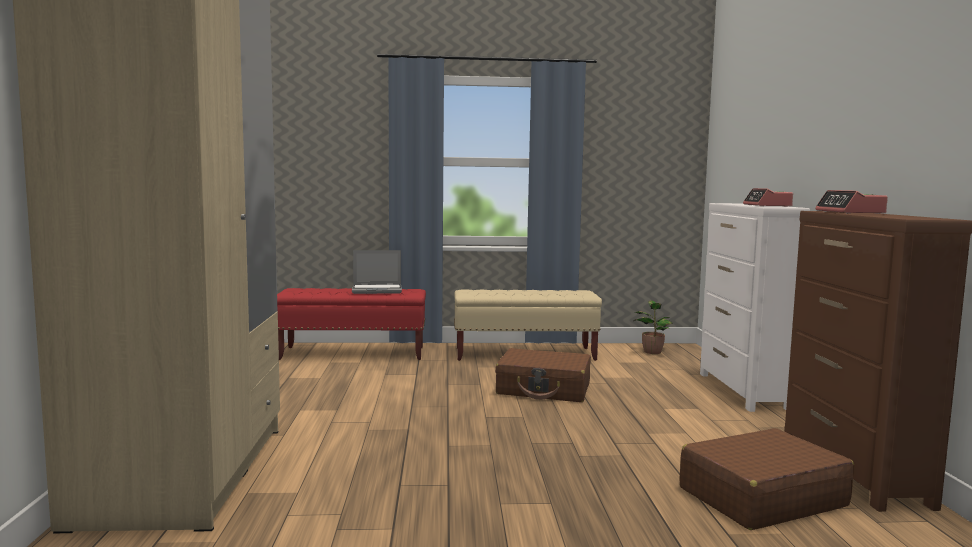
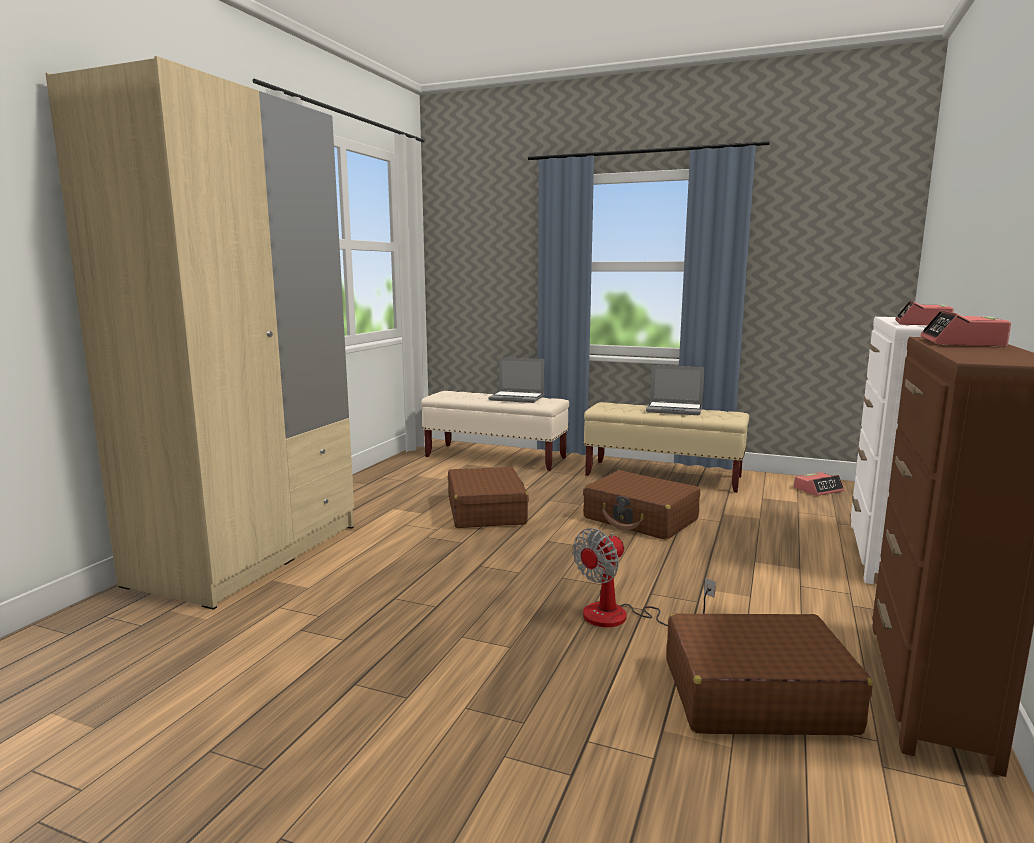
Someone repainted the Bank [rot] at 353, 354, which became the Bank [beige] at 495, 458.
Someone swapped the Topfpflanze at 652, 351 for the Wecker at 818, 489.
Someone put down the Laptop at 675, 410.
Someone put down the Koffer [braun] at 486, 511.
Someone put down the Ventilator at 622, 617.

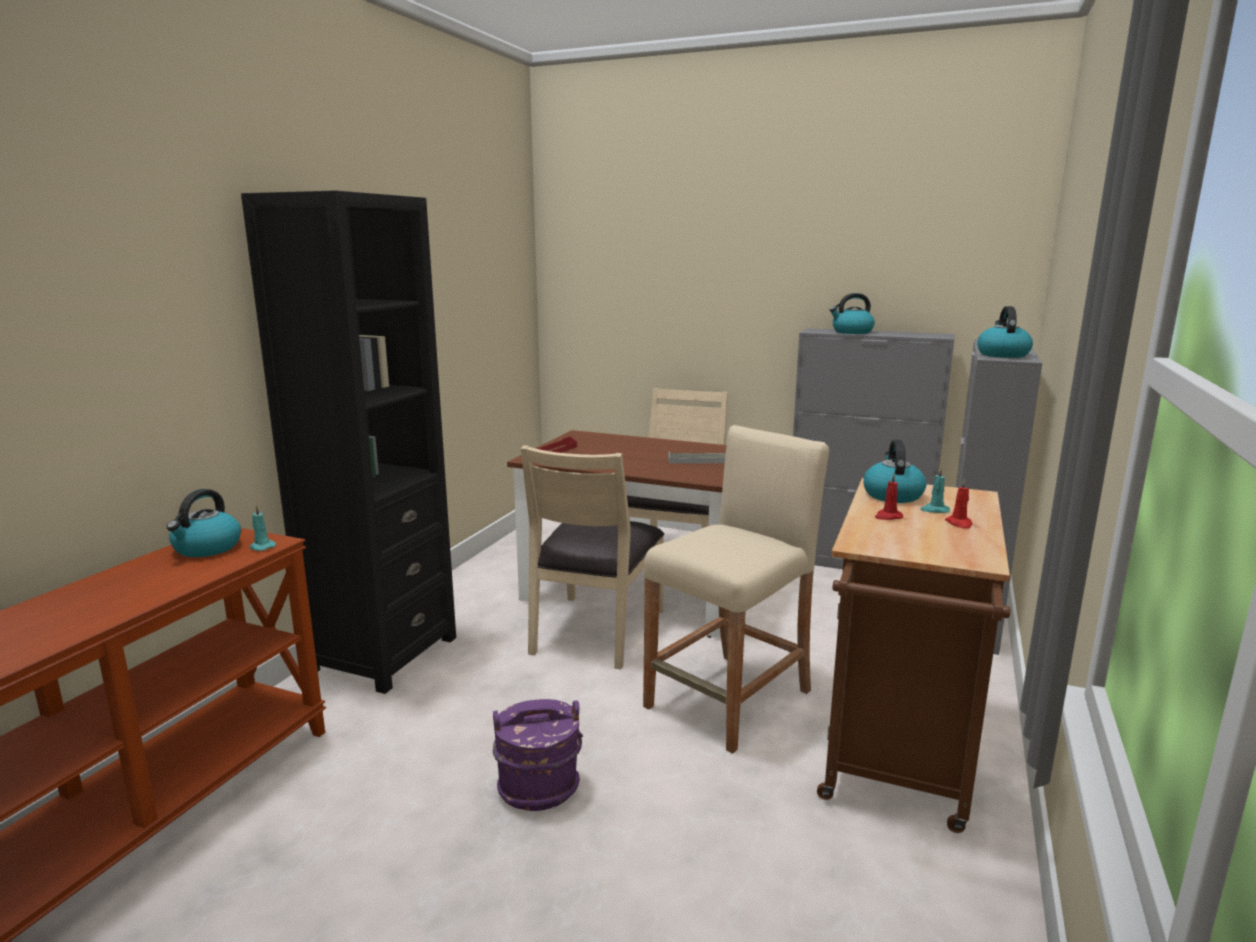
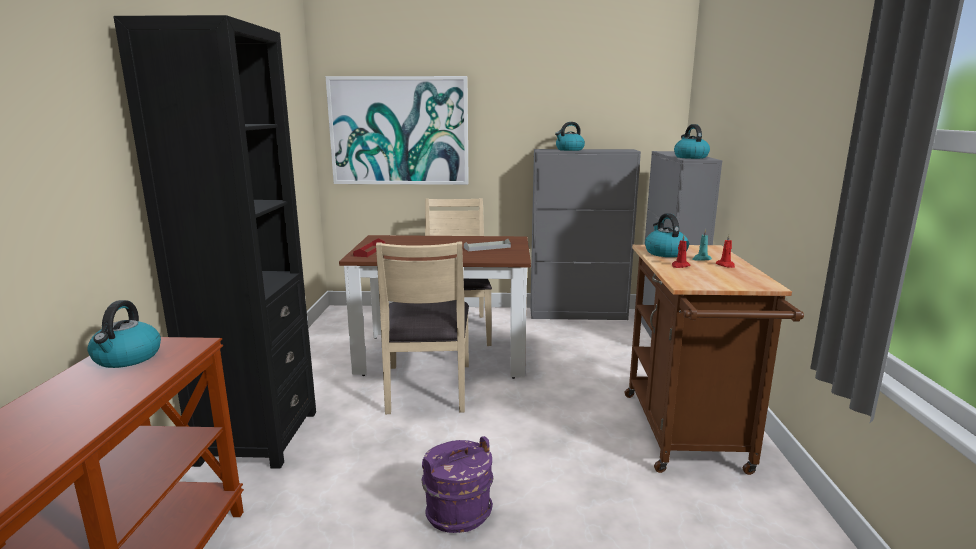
Someone took away the Hocker [beige] at 729, 699.
Someone took away the Kerze [türkis] at 261, 547.
Someone put up the Bild at 399, 131.

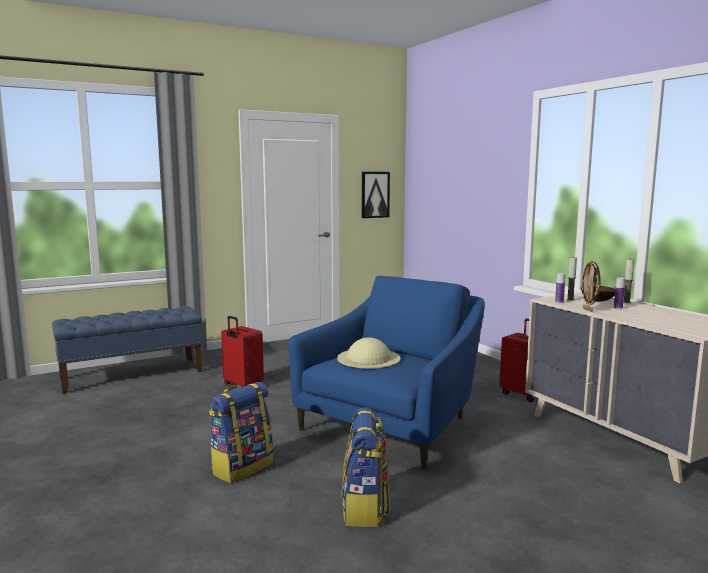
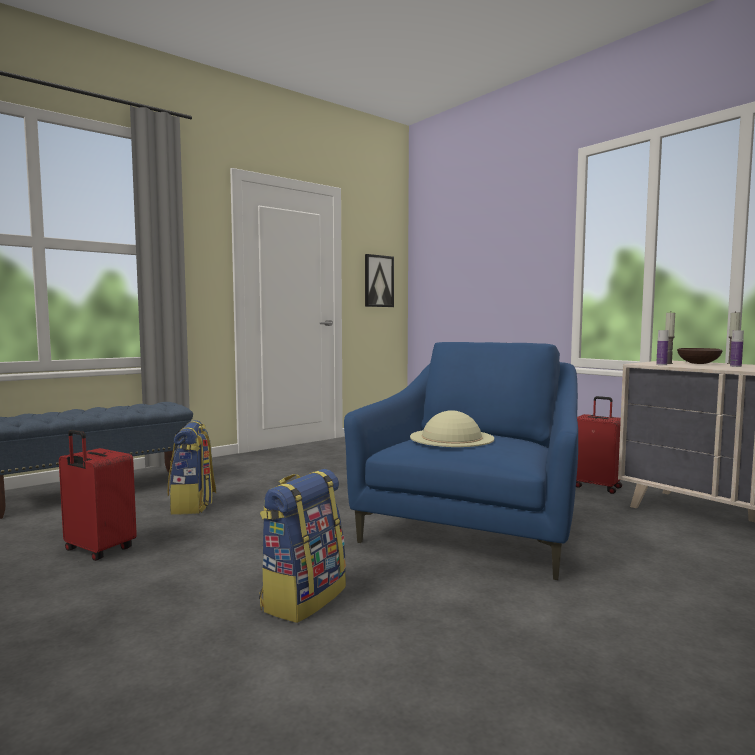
Someone took away the Bilderrahmen at 589, 310.
Someone carried the Koffer [rot] from 242, 385 to 98, 550.
Someone carried the Rucksack from 365, 509 to 193, 505.

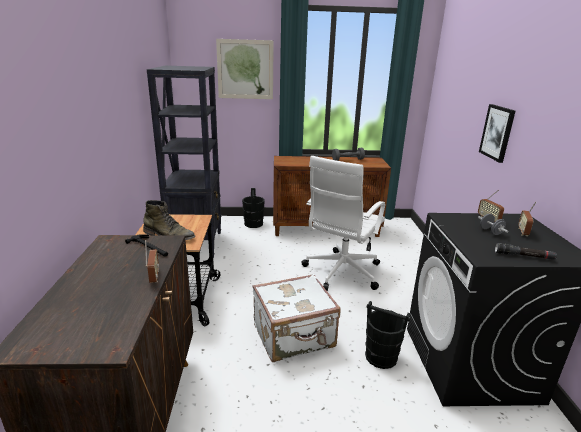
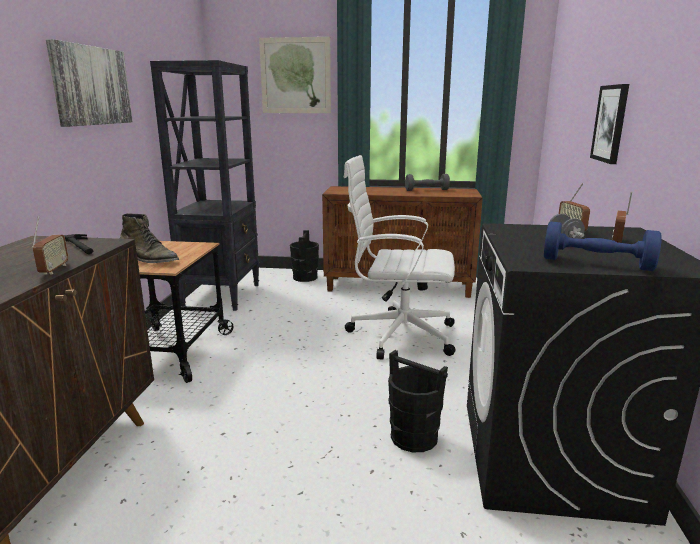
Someone rotated the Bürostuhl [weiß] at 341, 272 by 60 degrees clockwise.
Someone swapped the Taschenlampe [schwarz] at 524, 256 for the Hantel [blau] at 596, 264.
Someone took away the Koffer [weiß] at 294, 337.
Someone put up the Bild at 91, 86.

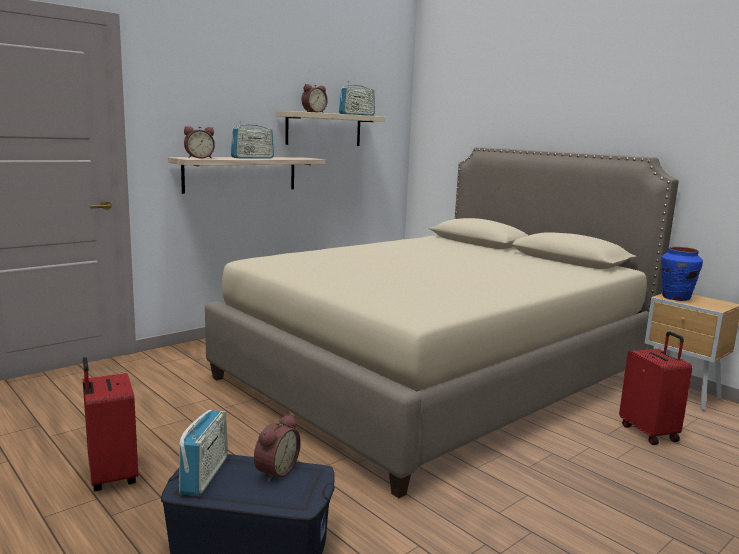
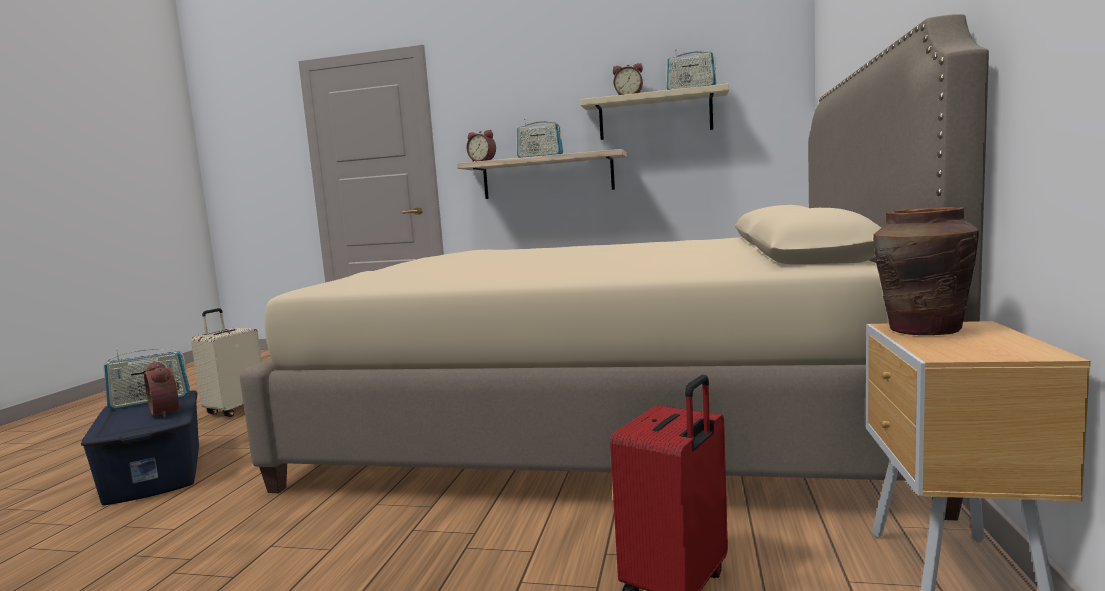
Someone repainted the Vase [blau] at 675, 298, which became the Vase [braun] at 923, 330.
Someone repainted the Koffer [rot] at 111, 477, which became the Koffer [beige] at 235, 409.
Someone rotated the Wecker at 274, 471 by 60 degrees clockwise.

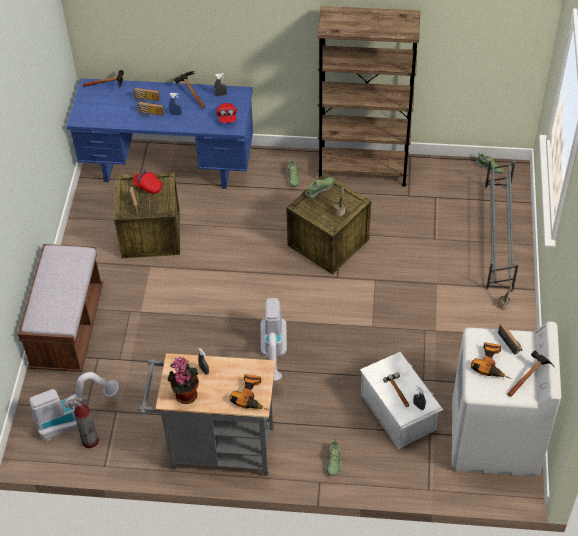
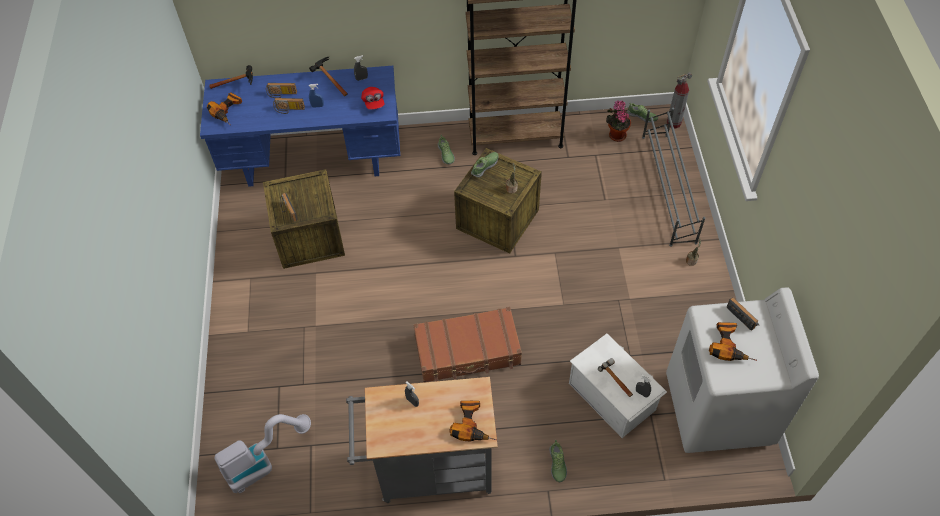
Someone took away the Kappe [rot] at 148, 187.
Someone took away the Bank [braun] at 68, 329.
Someone swapped the Staubsauger at 274, 354 for the Koffer [braun] at 468, 351.
Someone took away the Hammer at 530, 376.
Someone carried the Topfpflanze from 185, 394 to 616, 134.
Someone carried the Feuerlöscher from 90, 441 to 674, 123.
Someone put down the Bohrmaschine at 228, 111.

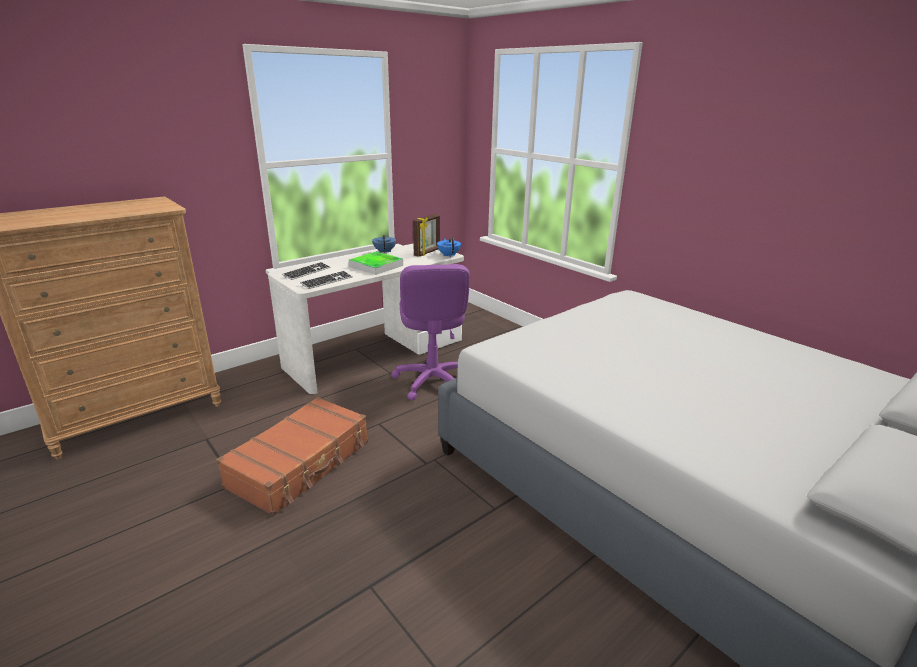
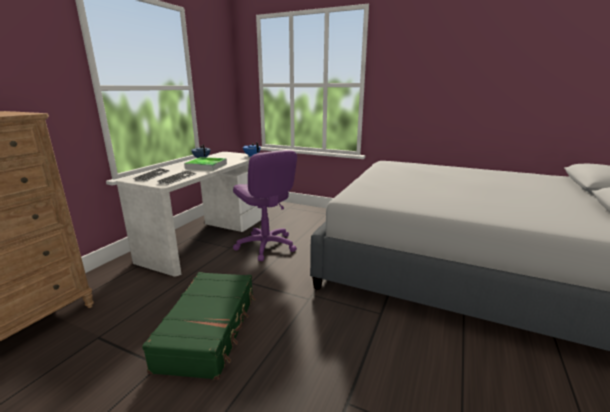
Someone took away the Bilderrahmen at 427, 252.
Someone repainted the Koffer [braun] at 301, 464, which became the Koffer [grün] at 209, 330.

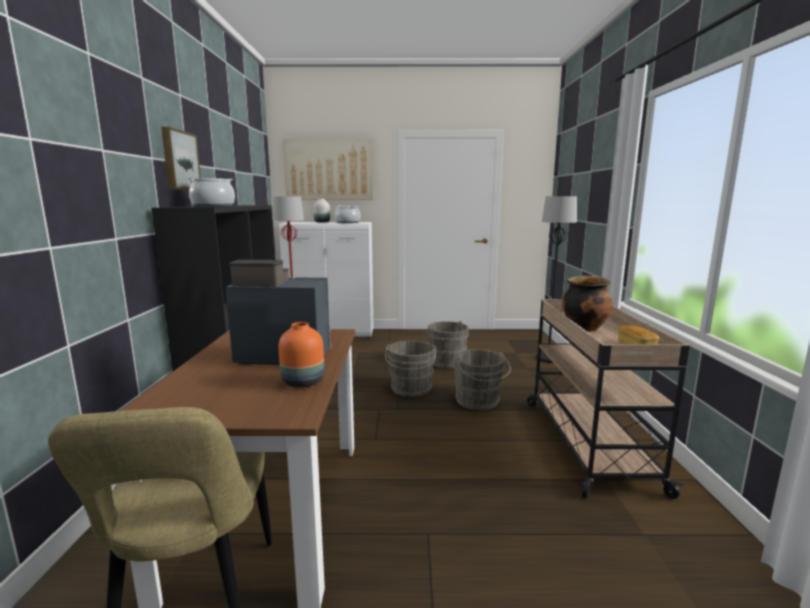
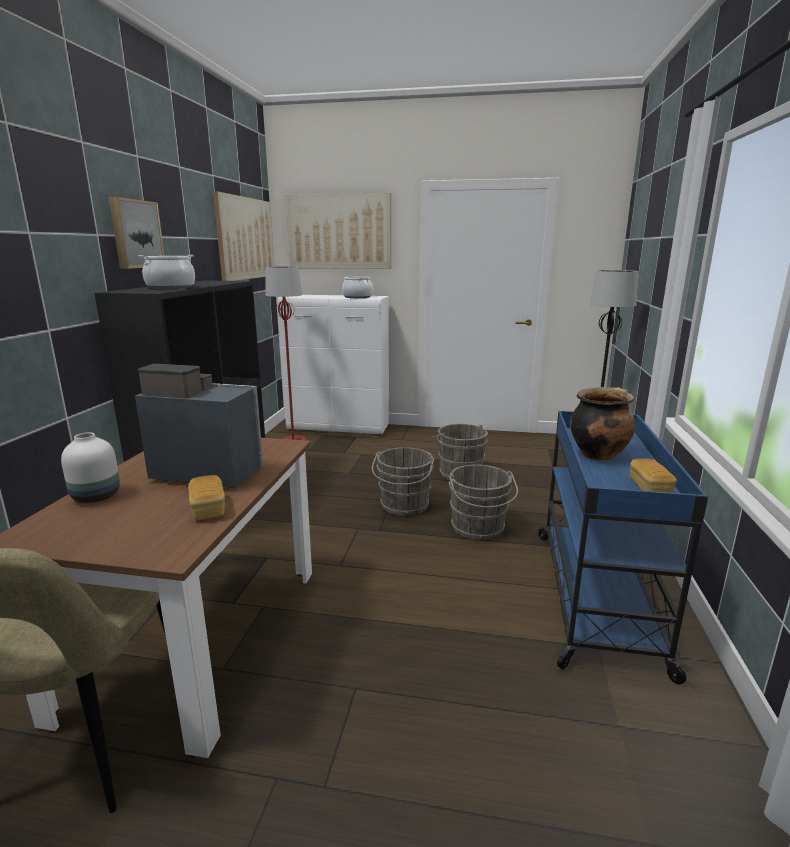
Someone carried the Vase [weiß] from 322, 222 to 97, 497.
Someone repainted the Rollwagen [beige] at 587, 441, which became the Rollwagen [blau] at 595, 594.
Someone swapped the Vase [orange] at 303, 381 for the Brot at 208, 509.
Someone put up the Bild at 246, 238.

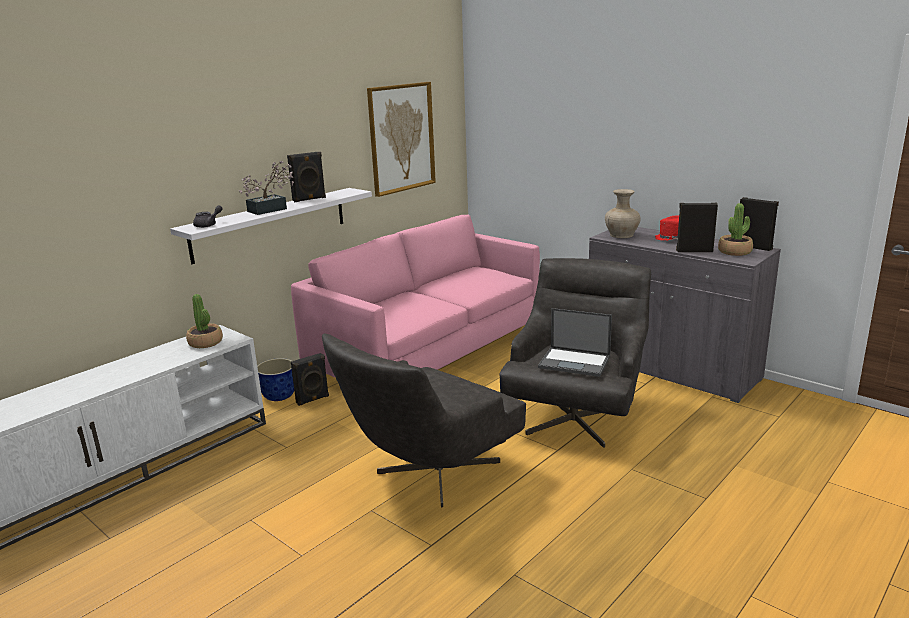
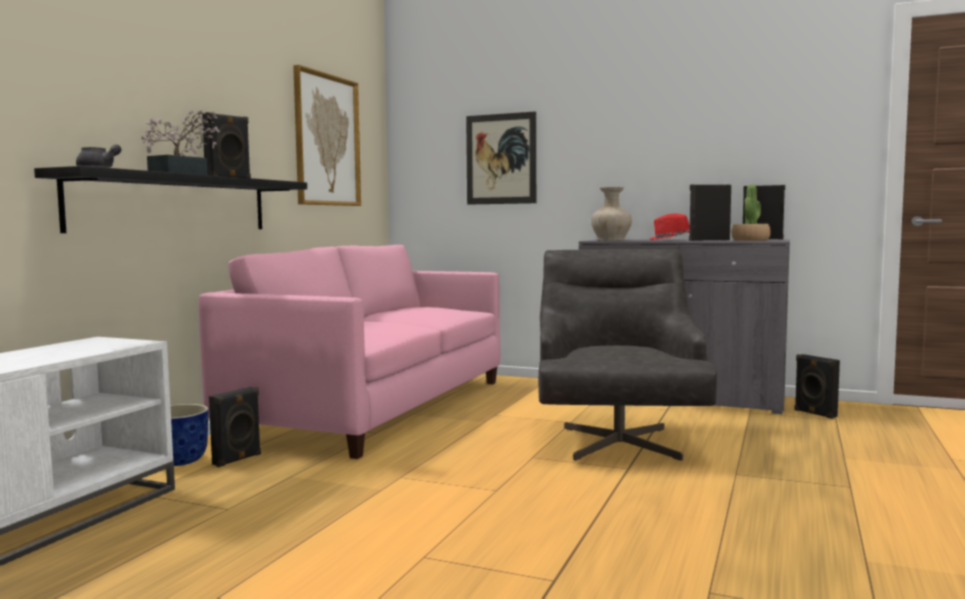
Someone repainted the Wandregal [weiß] at 271, 224, which became the Wandregal [schwarz] at 175, 204.
Someone took away the Topfpflanze at 205, 342.
Someone took away the Laptop at 575, 362.
Someone took away the Sessel [grau] at 428, 476.
Someone put up the Bild at 501, 159.
Someone put down the Lautsprecher [schwarz] at 814, 413.

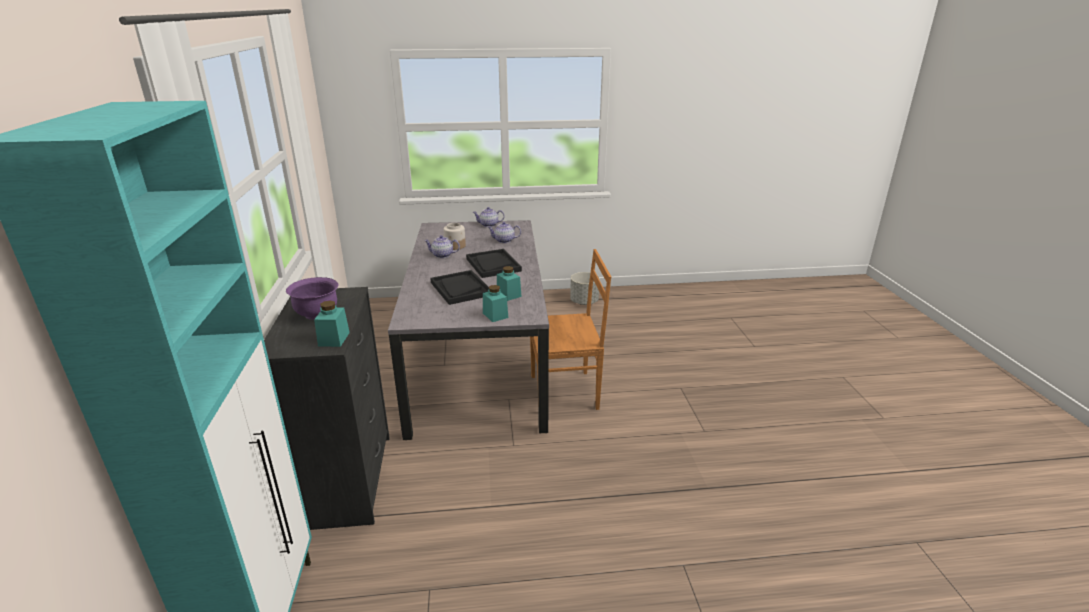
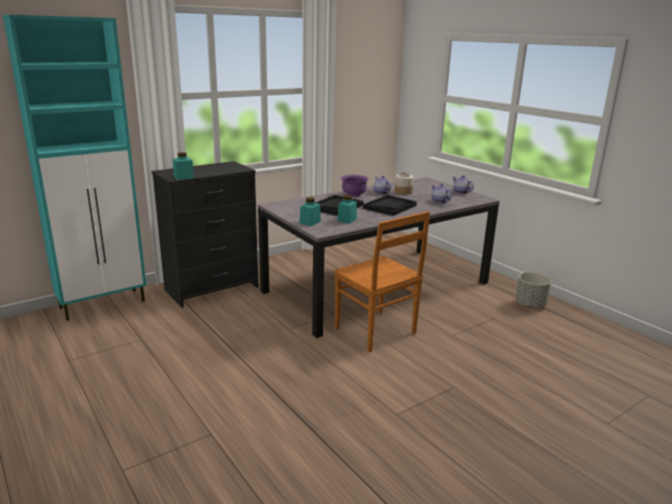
Someone carried the Schüssel [lila] from 317, 314 to 353, 195.

